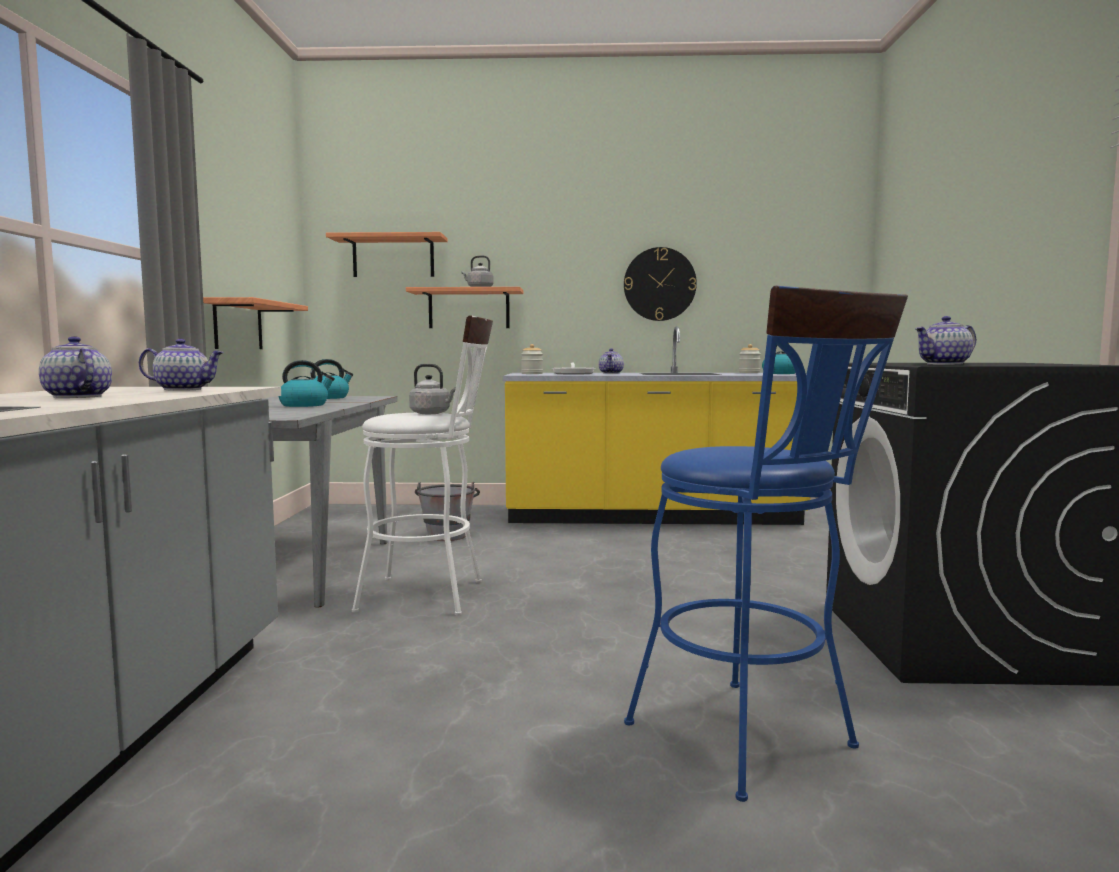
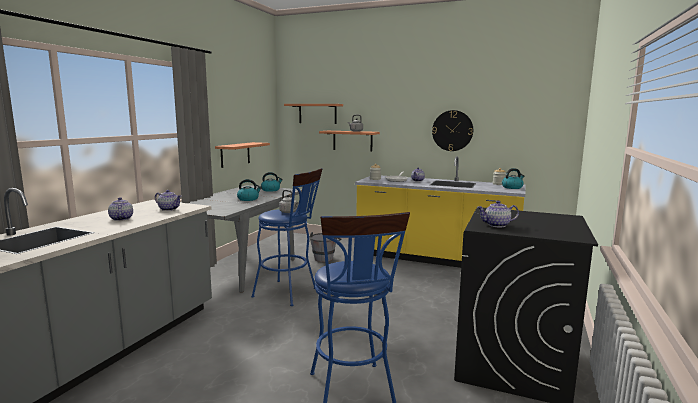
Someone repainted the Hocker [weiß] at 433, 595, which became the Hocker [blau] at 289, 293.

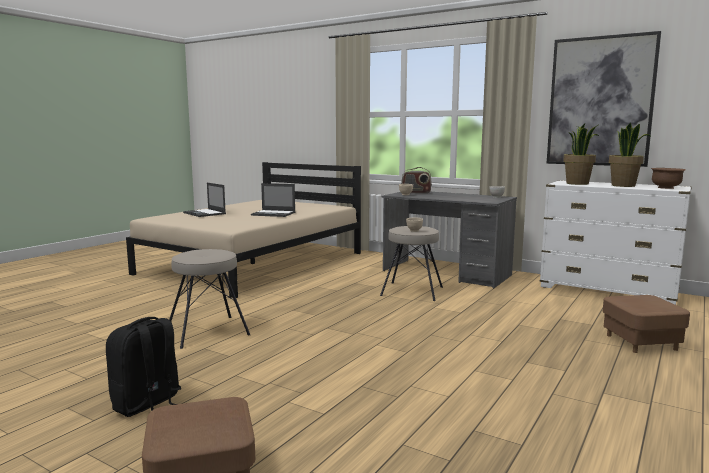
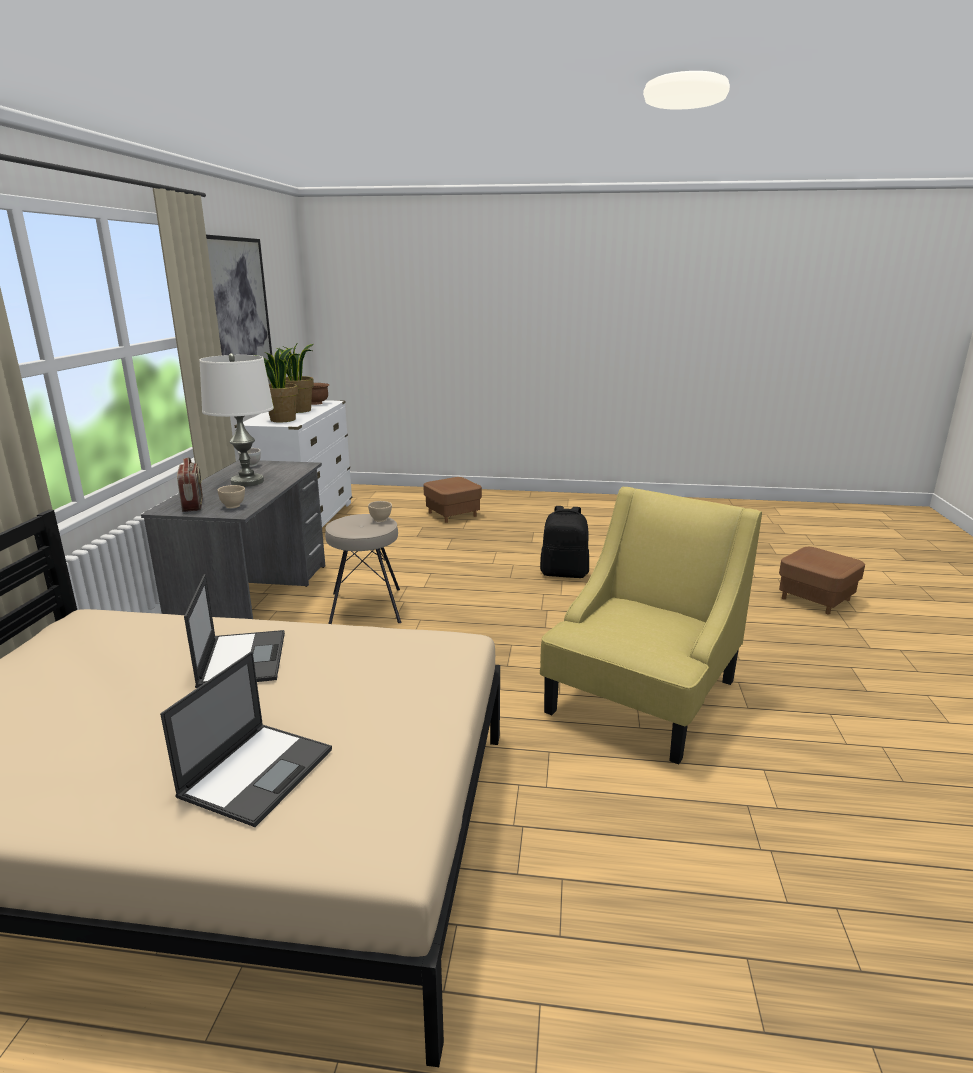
Someone swapped the Hocker [beige] at 208, 332 for the Sessel [gelb] at 642, 696.
Someone carried the Rucksack [schwarz] from 147, 404 to 564, 573.
Someone put down the Tischlampe [weiß] at 247, 482.

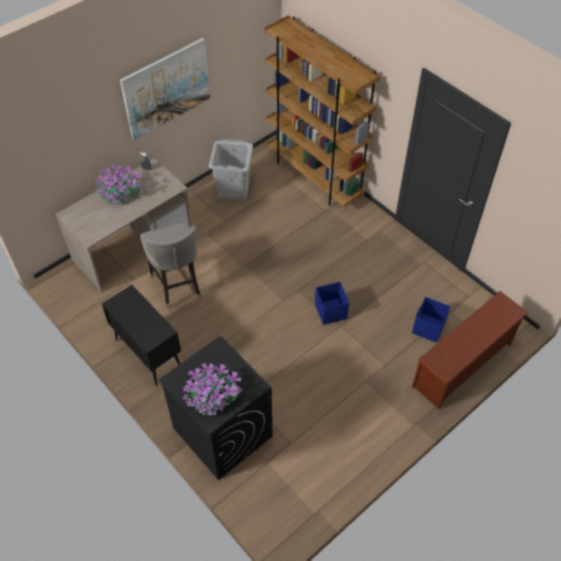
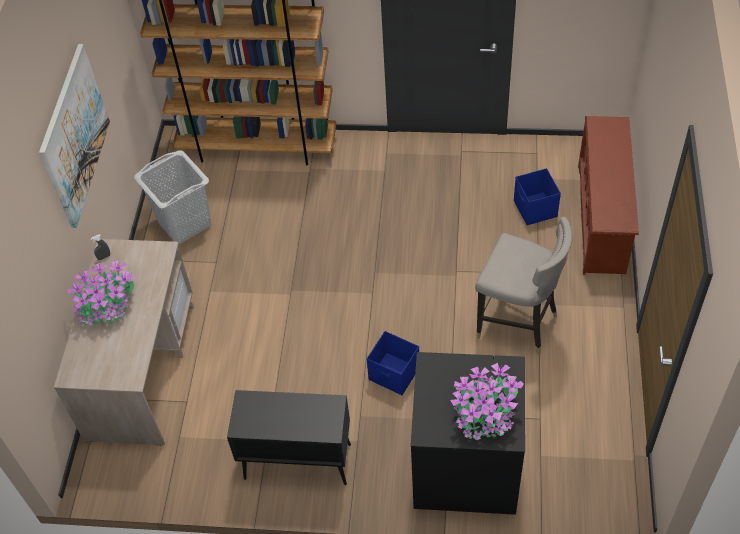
Someone carried the Hocker [grau] from 178, 287 to 518, 324.
Someone carried the Aufbewahrungsbox [blau] from 330, 312 to 394, 374.

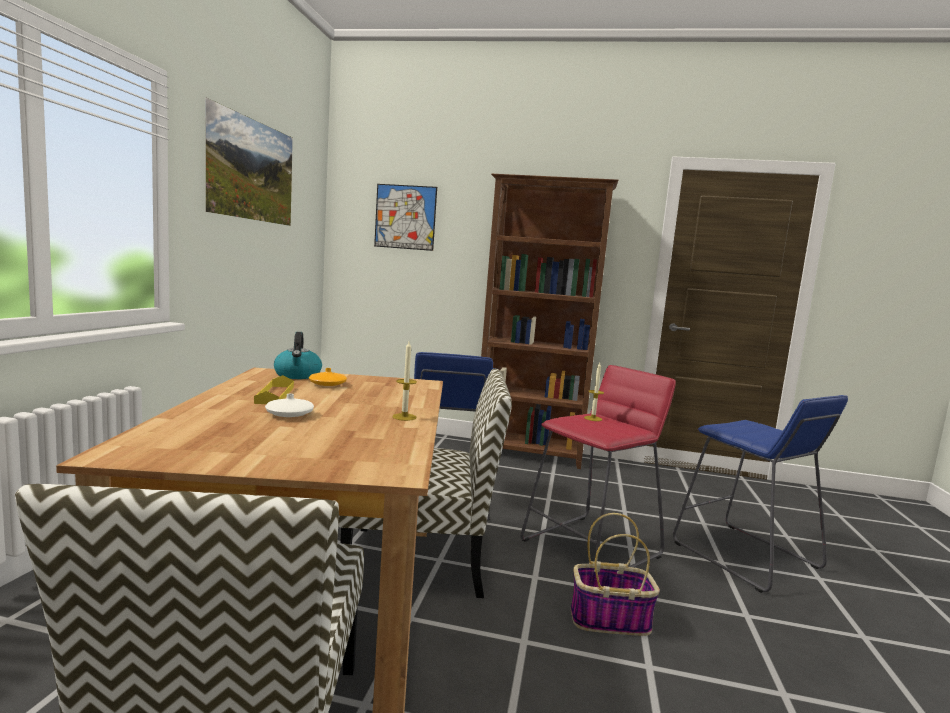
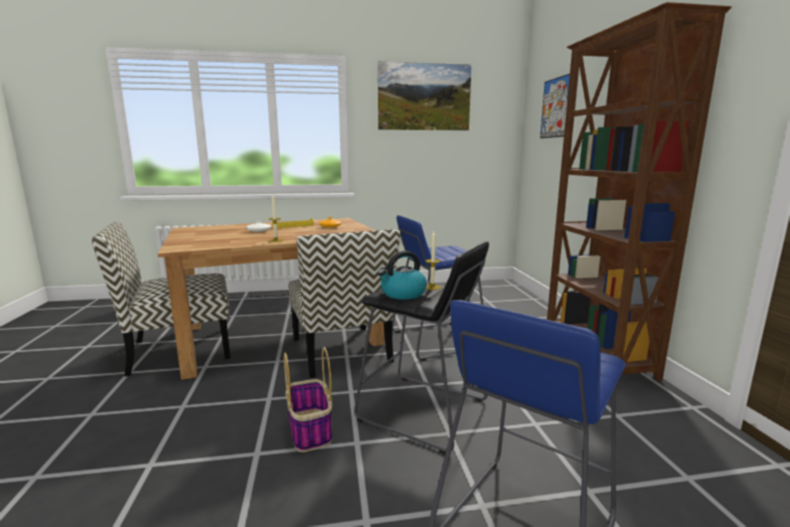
Someone carried the Wasserkessel from 298, 375 to 402, 294.
Someone repainted the Hocker [rot] at 591, 548, which became the Hocker [schwarz] at 422, 411.

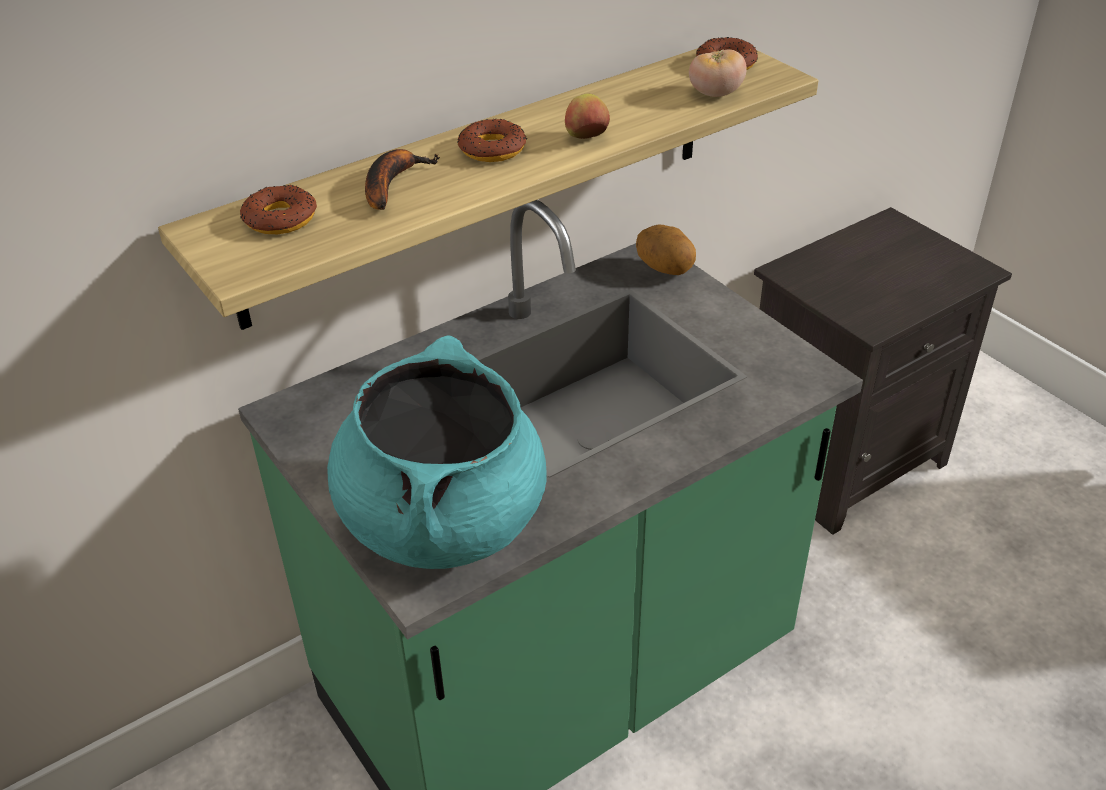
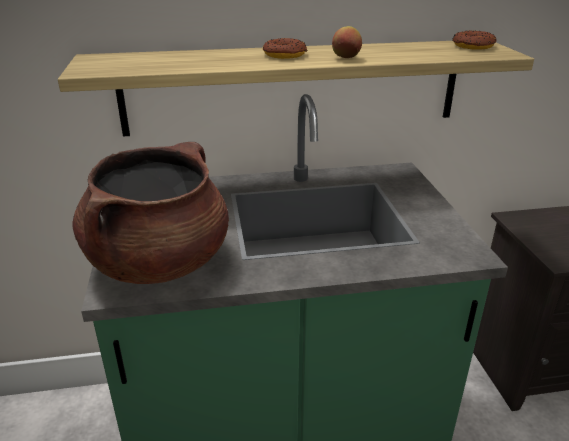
Someone took away the Tomate at 715, 94.
Someone took away the Banane at 391, 184.
Someone took away the Donut at 280, 218.
Someone took away the Kartoffel at 665, 269.
Someone repainted the Kochtopf [türkis] at 443, 519, which became the Kochtopf [braun] at 160, 262.

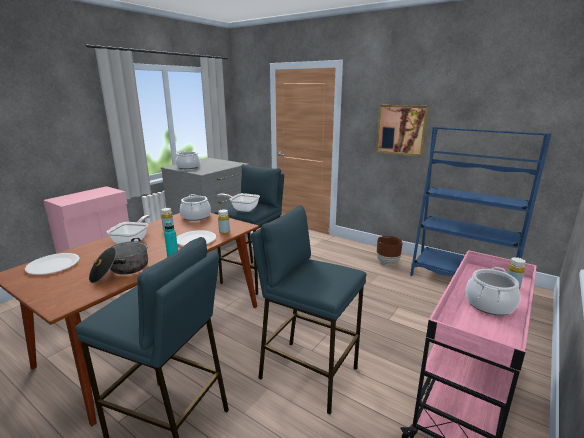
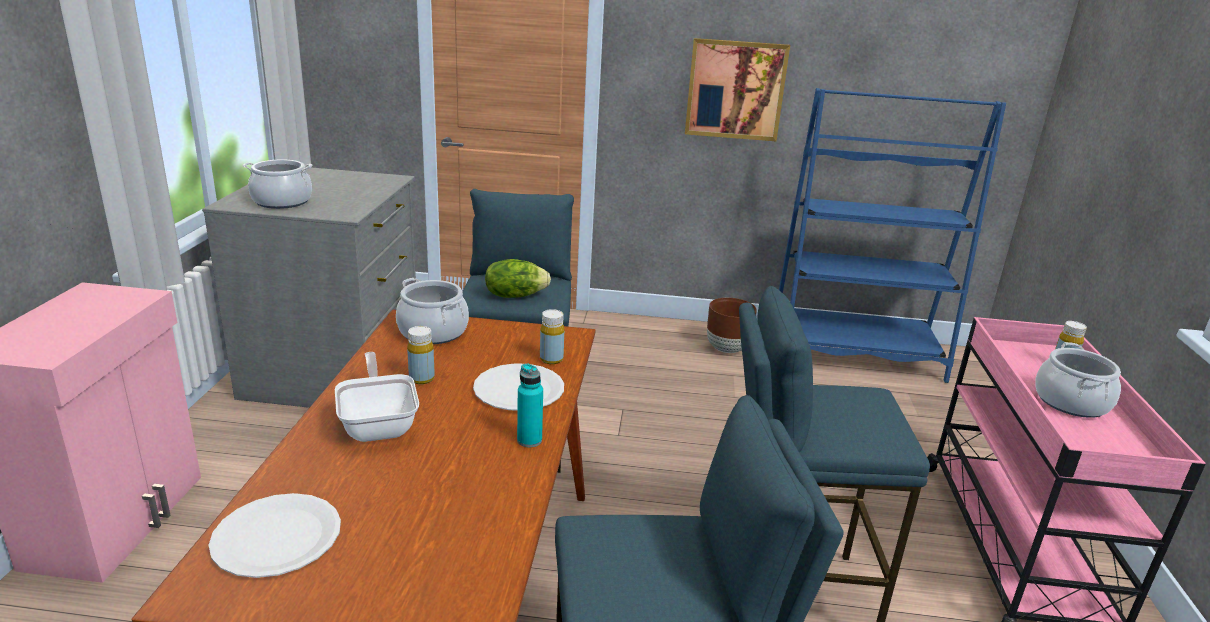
Someone swapped the Pfanne at 242, 209 for the Salatkopf at 515, 295.
Someone took away the Kochtopf at 121, 270.

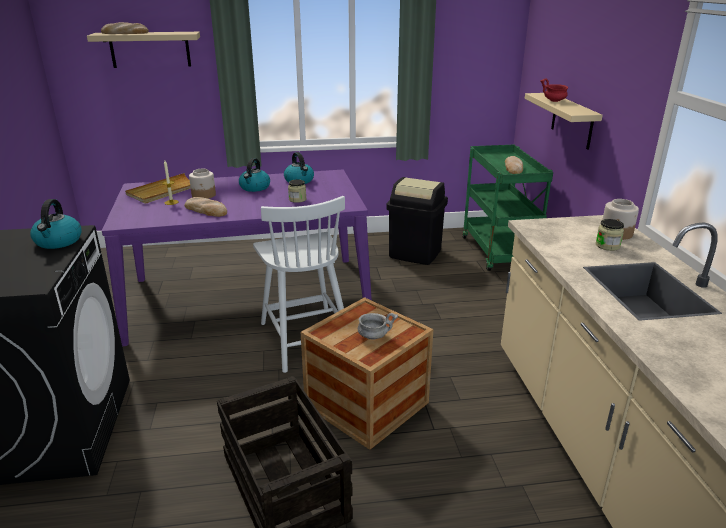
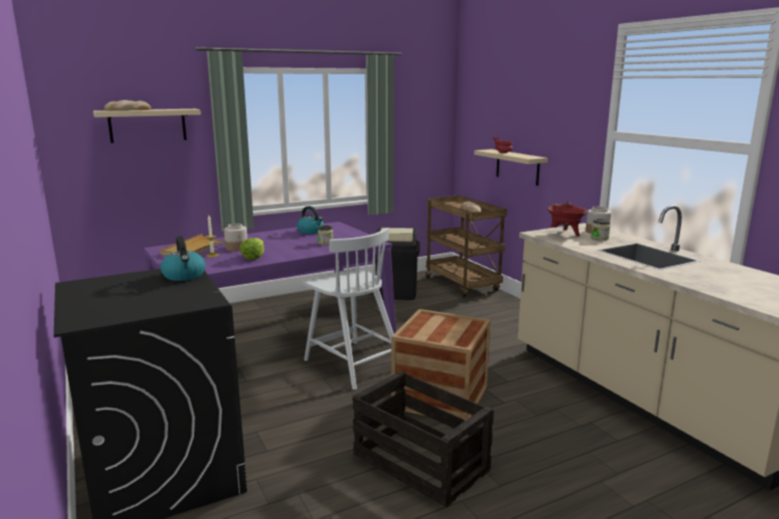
Someone repainted the Rollwagen [grün] at 499, 253, which became the Rollwagen [braun] at 463, 285.
Someone took away the Wasserkessel at 255, 187.
Someone swapped the Brot at 206, 210 for the Salatkopf at 253, 257.
Someone took away the Schüssel [grau] at 374, 336.
Someone put down the Kochtopf [rot] at 565, 233.

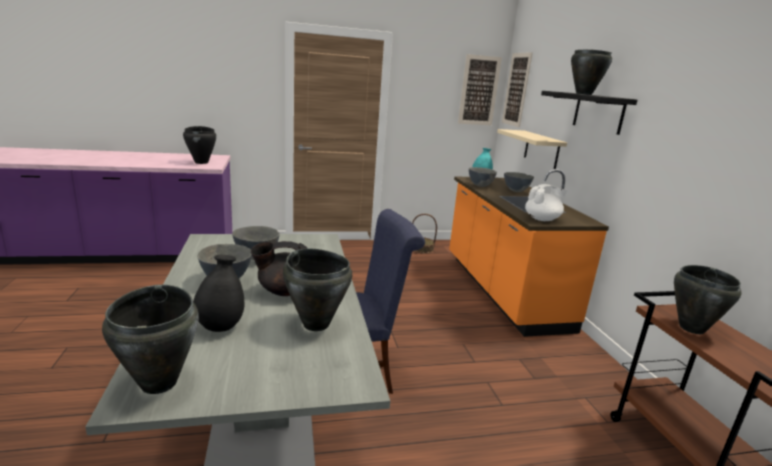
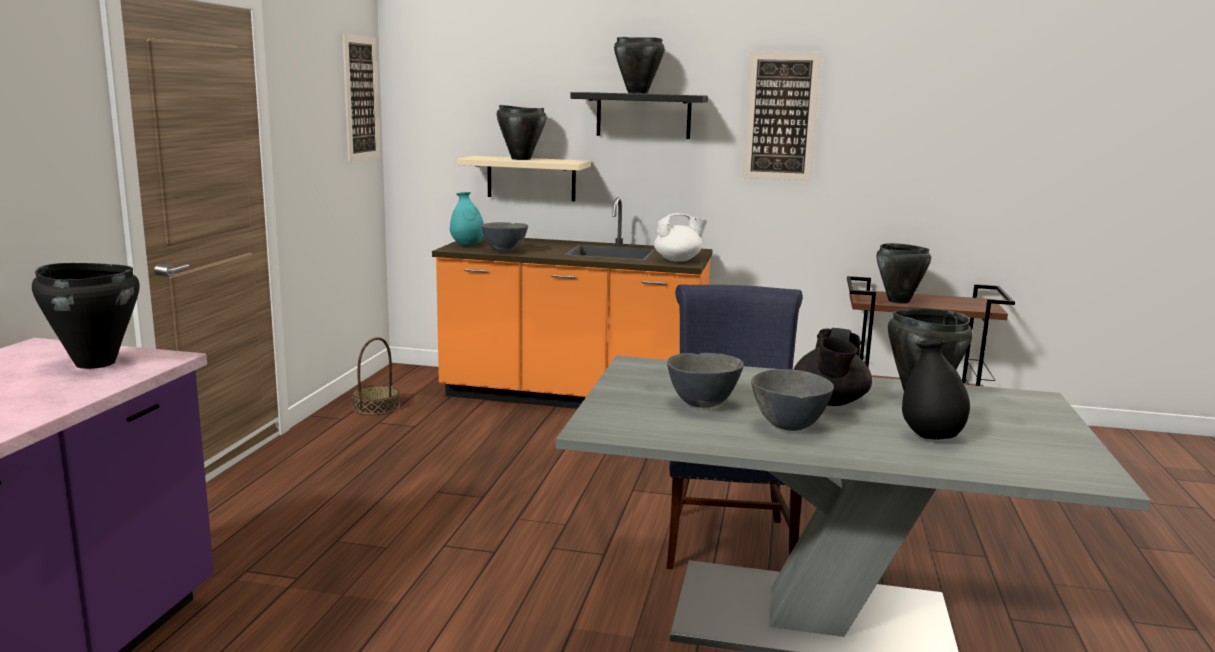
Someone carried the Bild from 516, 89 to 781, 117.
Someone took away the Schüssel [grau] at 516, 191.
Someone rotated the Teekanne [weiß] at 542, 219 by 75 degrees clockwise.
Someone carried the Kochtopf [schwarz] from 160, 382 to 520, 159.

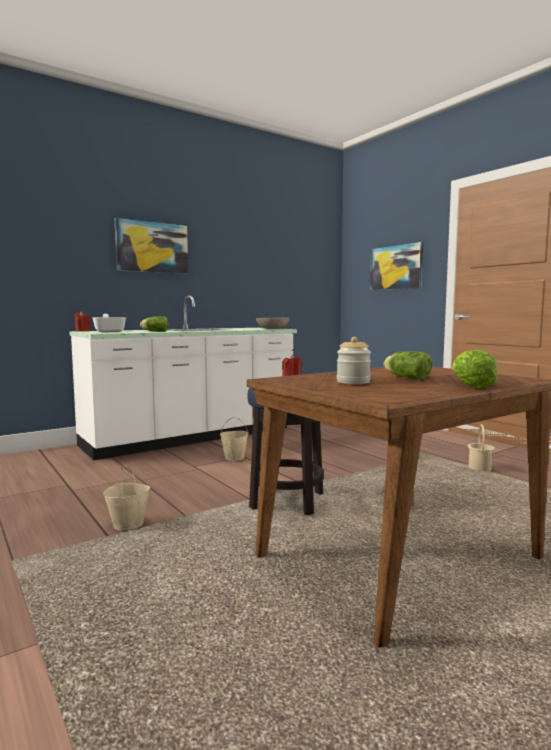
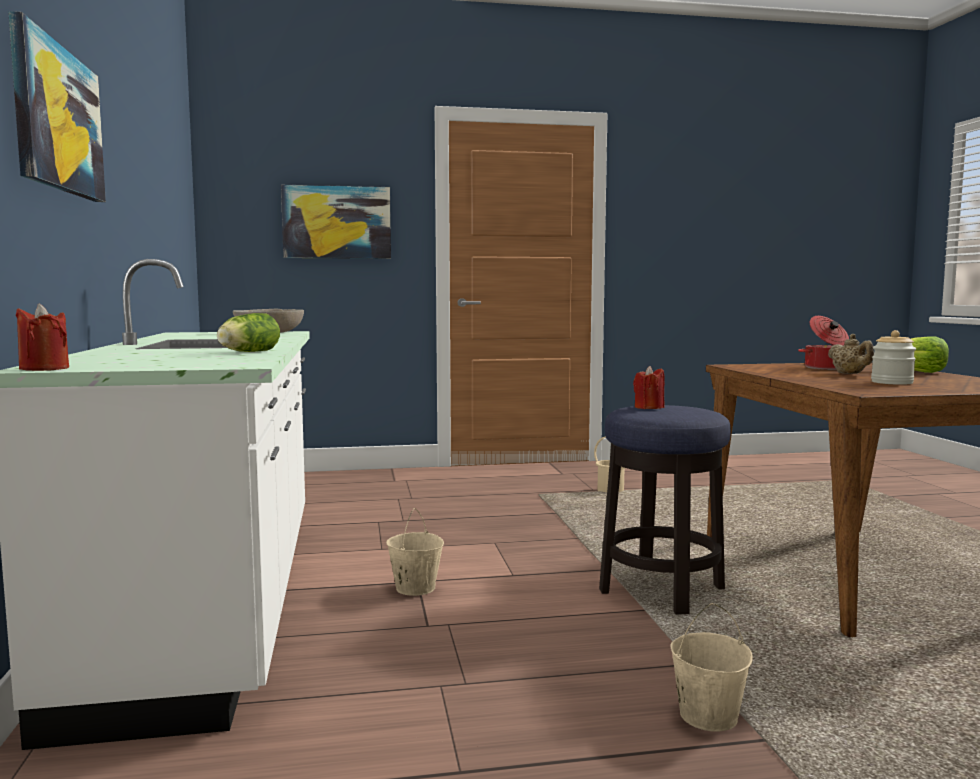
Someone took away the Pfanne at 109, 331.
Someone swapped the Salatkopf at 405, 377 for the Teekanne [beige] at 850, 374.
Someone put down the Kochtopf at 825, 368.

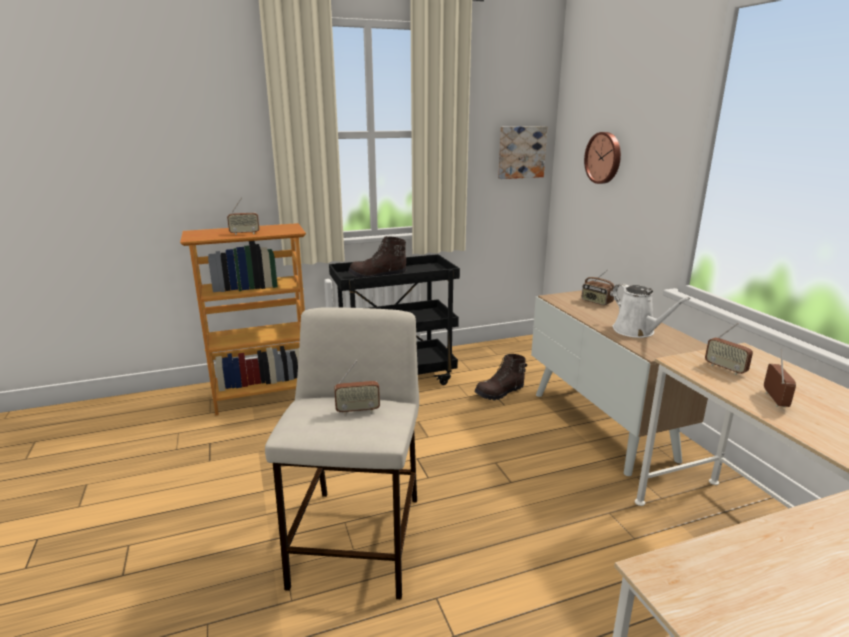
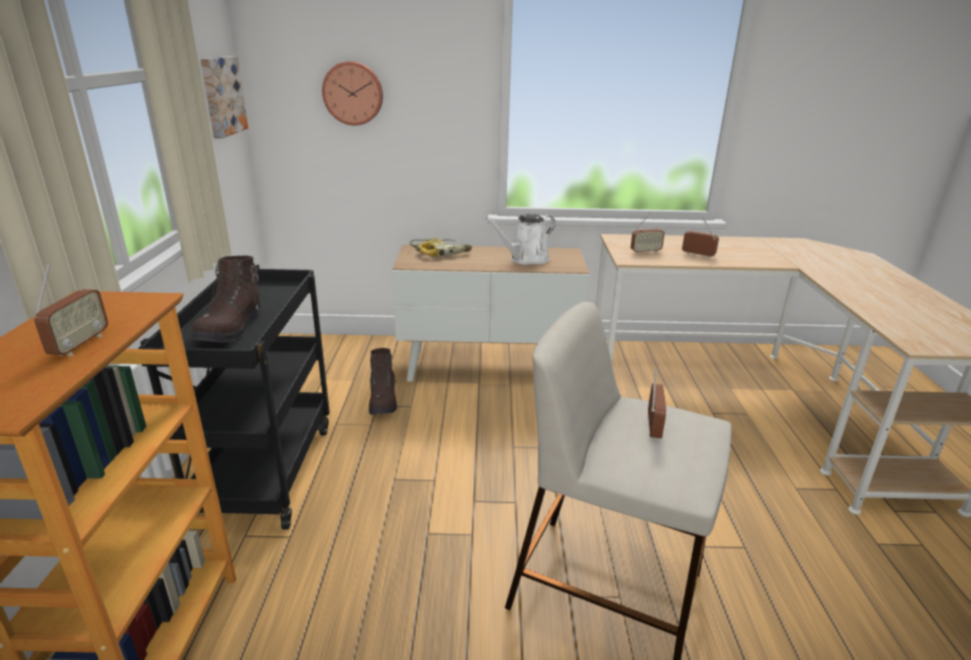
Someone swapped the Radio at 596, 302 for the Bohrmaschine at 441, 252.
Someone rotated the Gießkanne [weiß] at 636, 331 by 150 degrees clockwise.

